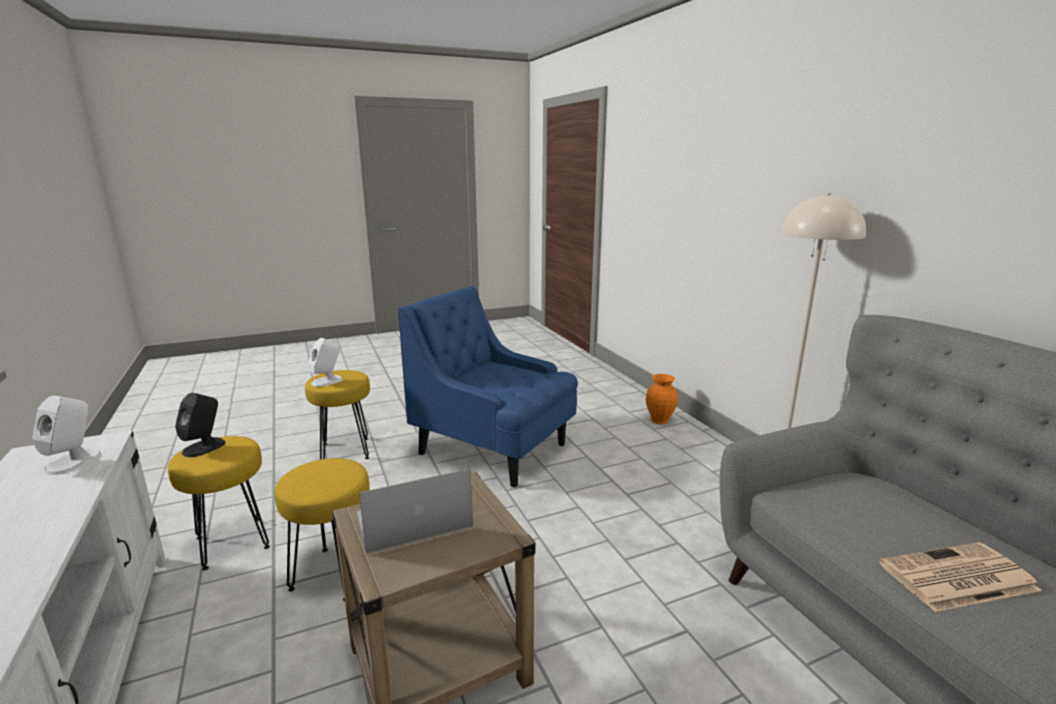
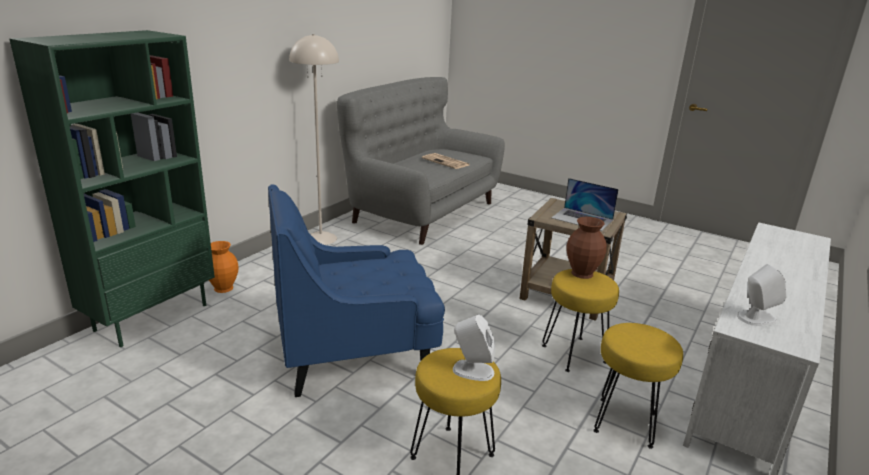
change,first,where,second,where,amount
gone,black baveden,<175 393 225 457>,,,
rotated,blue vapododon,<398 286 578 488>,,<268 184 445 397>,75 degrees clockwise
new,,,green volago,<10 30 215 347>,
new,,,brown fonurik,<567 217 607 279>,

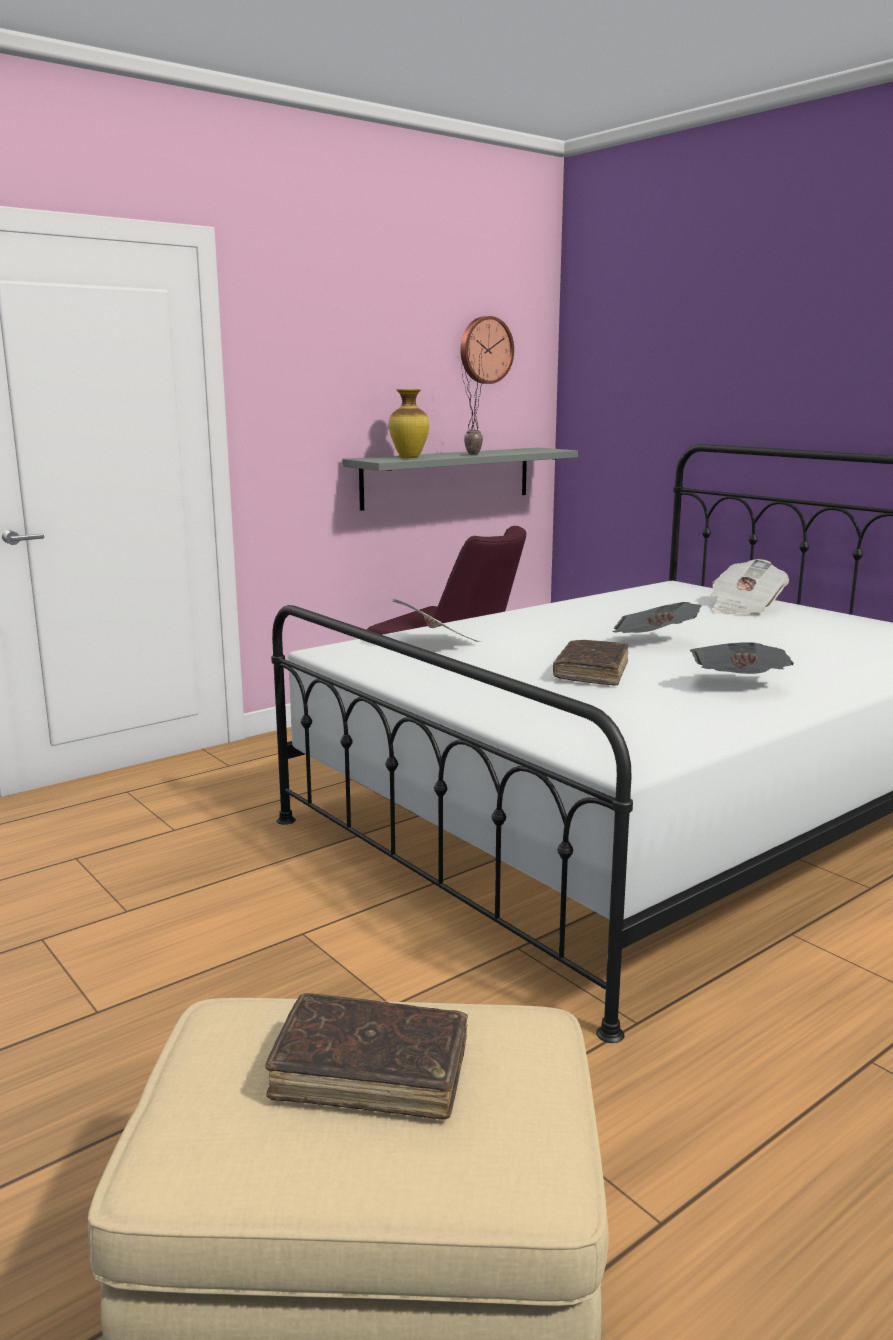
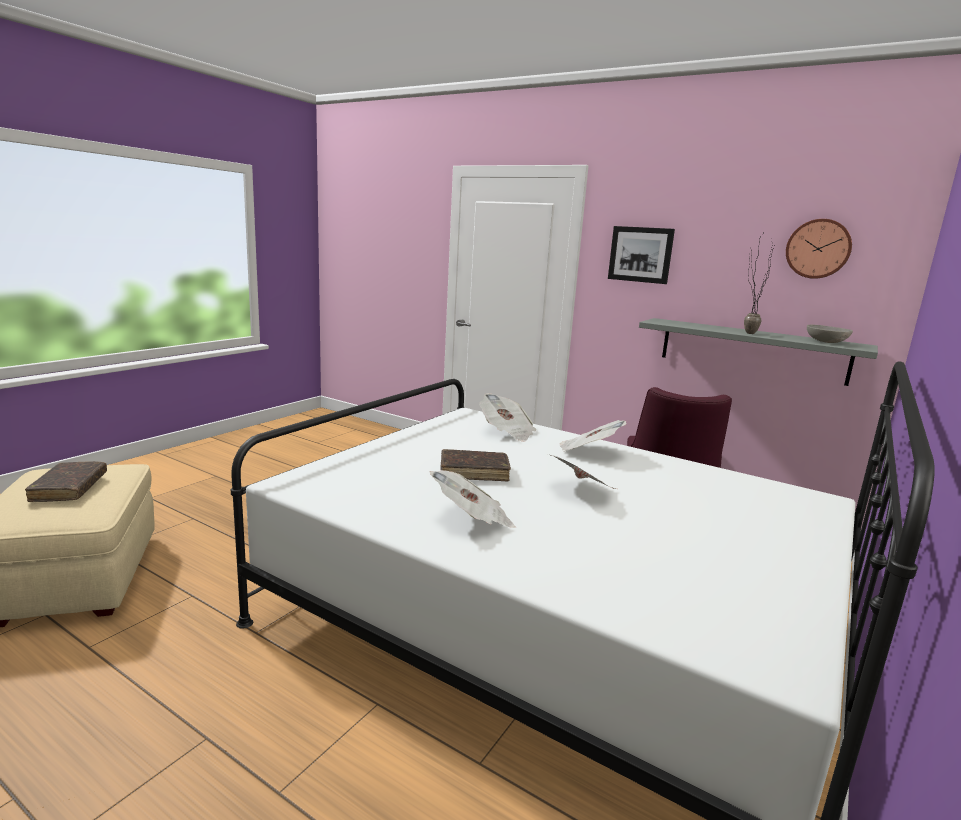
change,first,where,second,where,amount
gone,fonurik,<389 389 429 458>,,,
shifted,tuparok,<711 559 789 614>,,<560 420 626 452>,
new,,,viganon,<608 226 675 284>,
new,,,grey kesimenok,<807 325 853 343>,

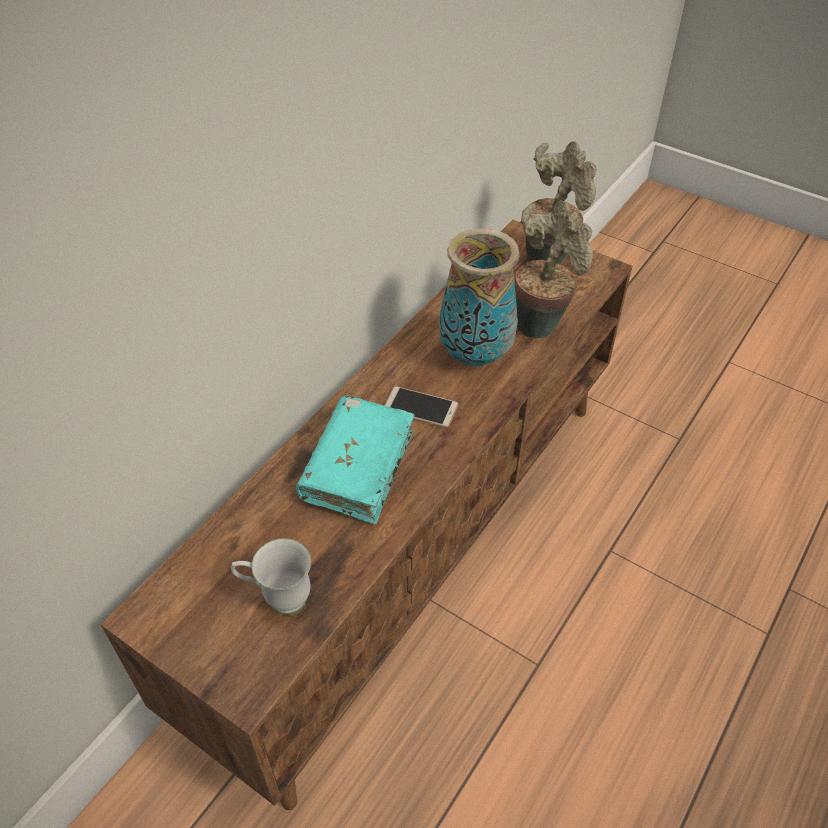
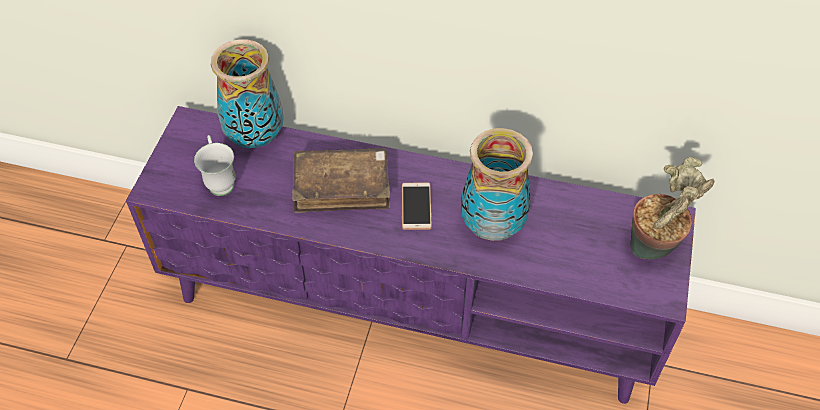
change,first,where,second,where,amount
repainted,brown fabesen,<100 220 632 810>,purple fabesen,<126 106 696 404>,
repainted,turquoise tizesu,<296 396 414 524>,brown tizesu,<292 148 390 213>,
gone,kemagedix,<515 201 593 338>,,,
new,,,fonurik,<211 39 284 148>,

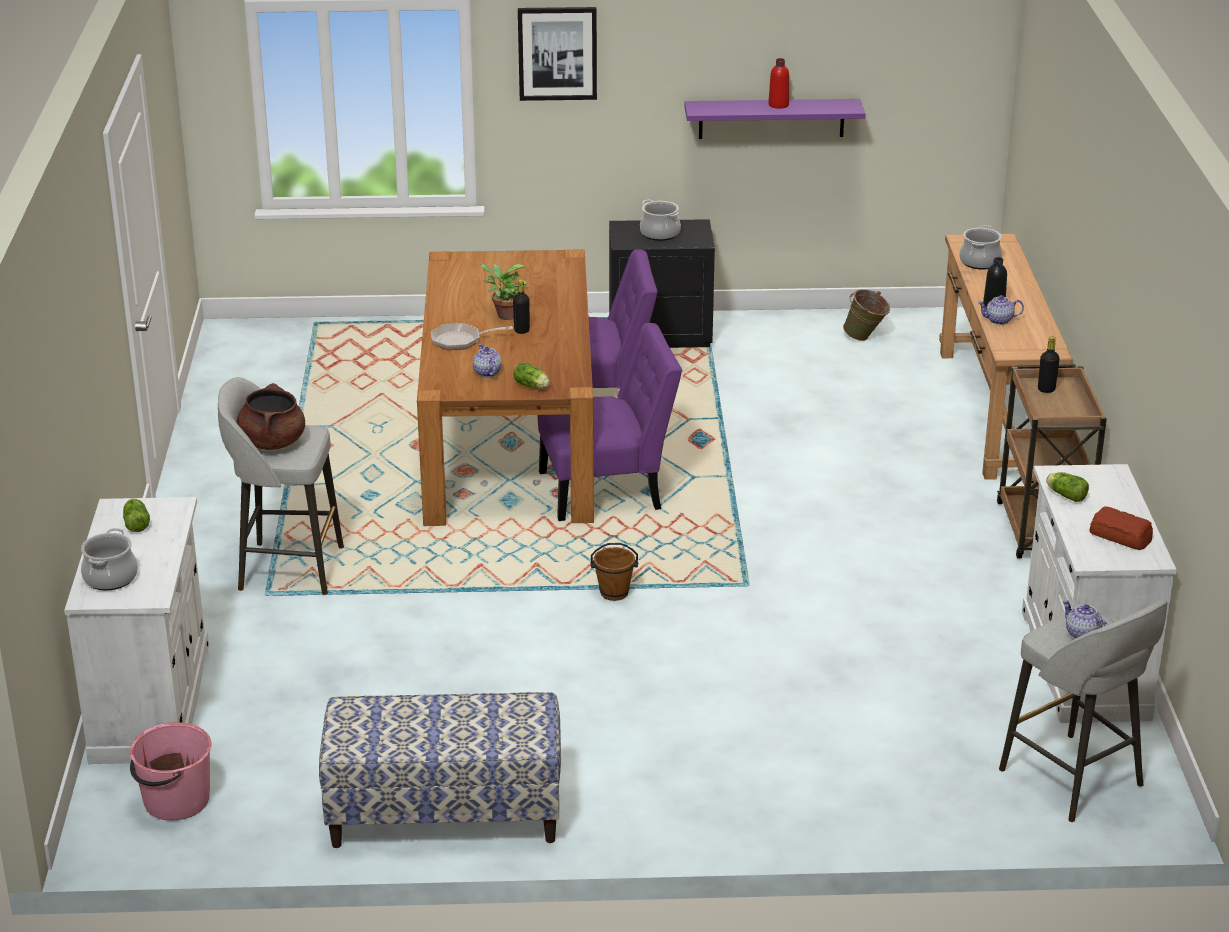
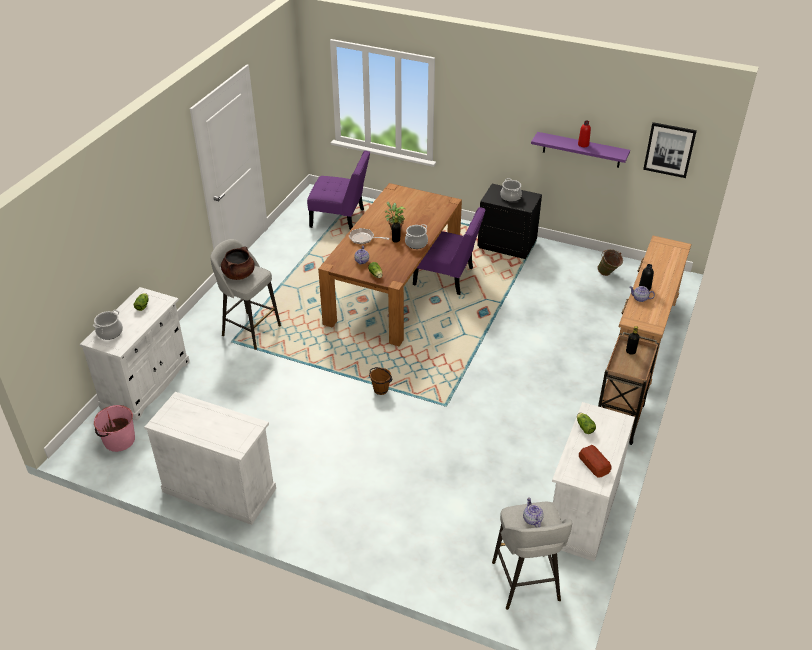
change,first,where,second,where,amount
swapped,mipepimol,<319 692 561 848>,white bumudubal,<144 392 276 525>,
shifted,viganon,<518 7 597 101>,,<643 122 697 178>,
shifted,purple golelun,<537 323 682 521>,,<307 151 370 230>,
shifted,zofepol,<959 225 1002 270>,,<405 224 428 249>,

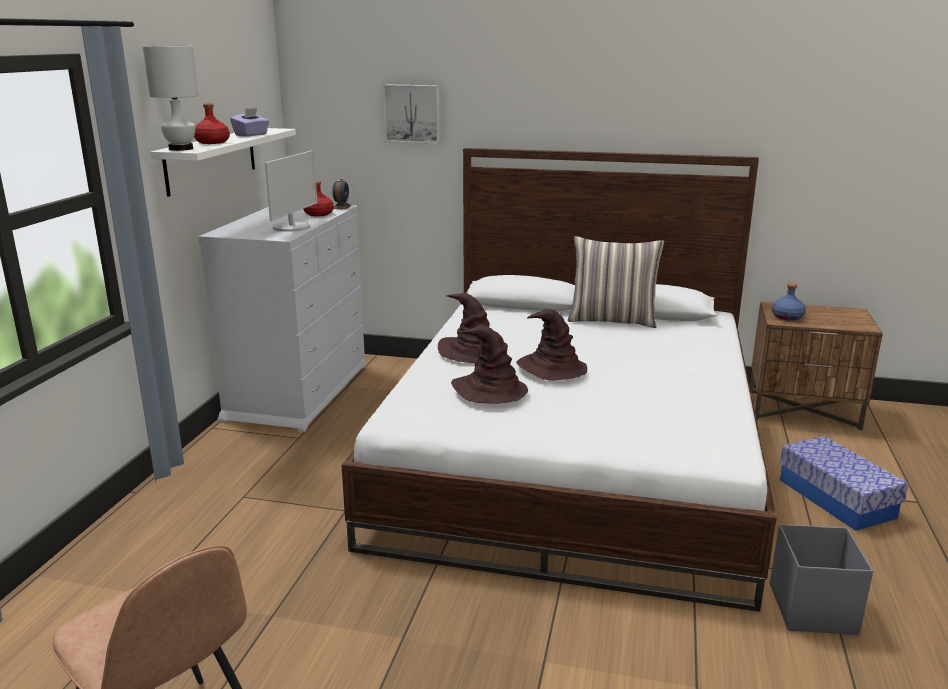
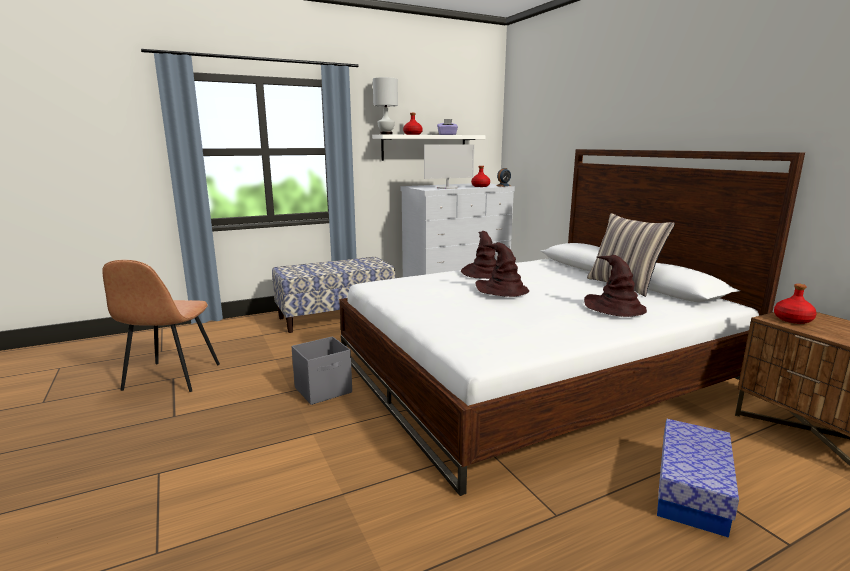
change,first,where,second,where,amount
gone,viganon,<383 85 440 143>,,,
shifted,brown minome,<451 326 528 403>,,<584 255 647 317>,
shifted,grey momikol,<770 524 873 635>,,<291 336 352 405>,
repainted,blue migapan,<772 283 806 321>,red migapan,<774 284 817 324>,
new,,,mipepimol,<272 257 395 333>,

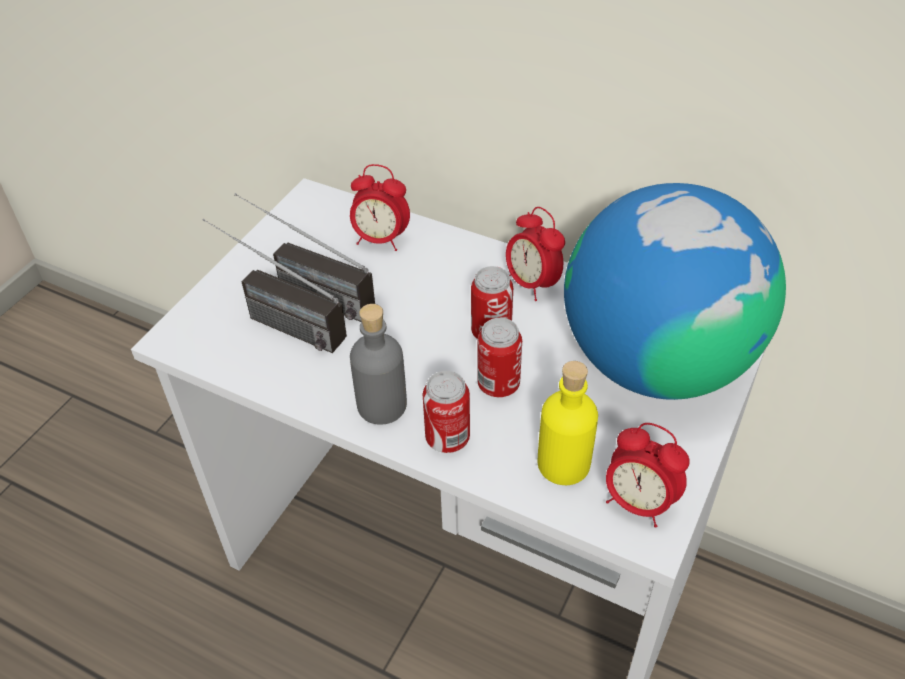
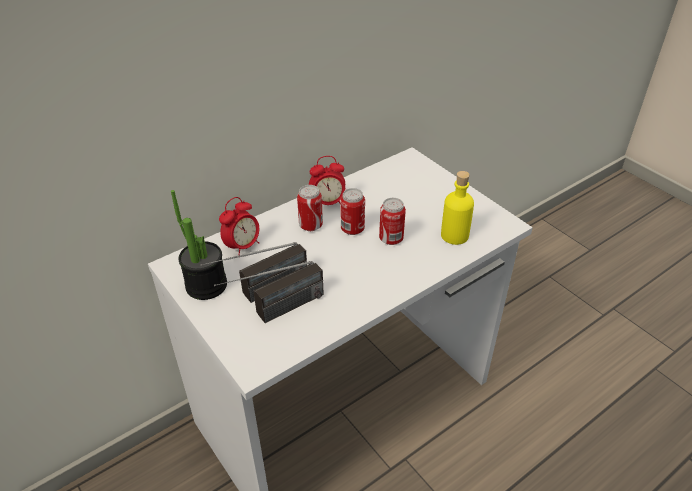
change,first,where,second,where,amount
gone,grey migapan,<350 304 407 425>,,,
shifted,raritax,<423 371 470 453>,,<297 185 323 231>,
gone,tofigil,<564 183 786 400>,,,
gone,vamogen,<606 423 690 528>,,,
new,,,kemagedix,<171 190 227 300>,

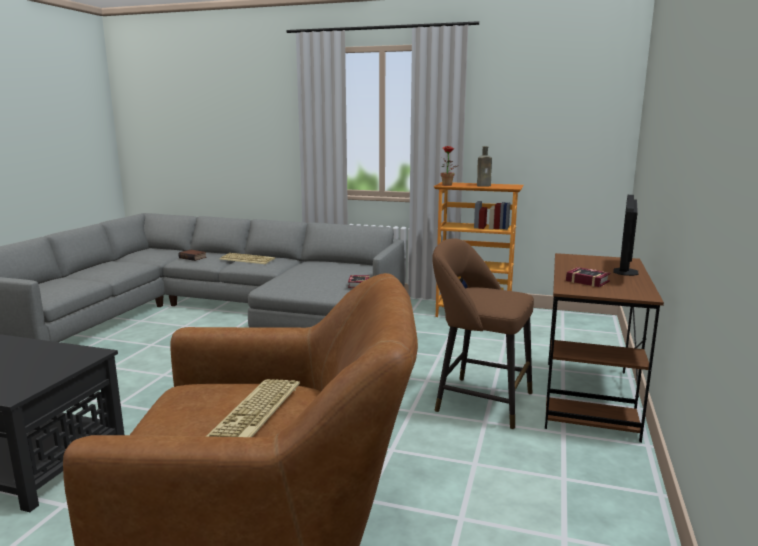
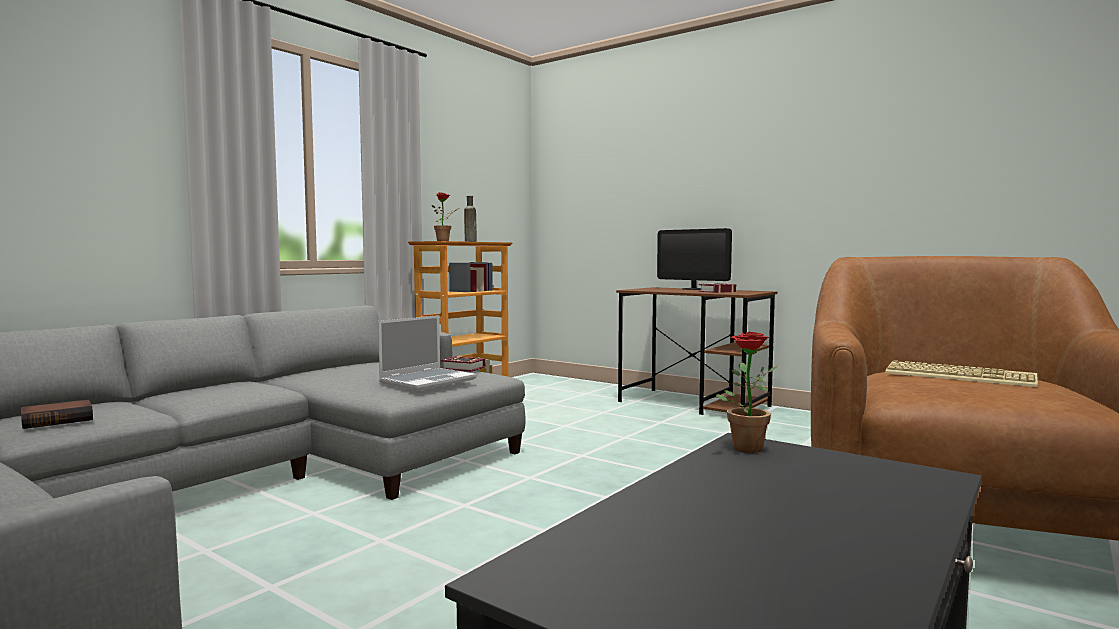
change,first,where,second,where,amount
gone,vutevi,<220 253 275 264>,,,
gone,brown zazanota,<432 239 534 429>,,,
new,,,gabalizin,<378 315 477 391>,
new,,,kemagedix,<716 332 777 453>,

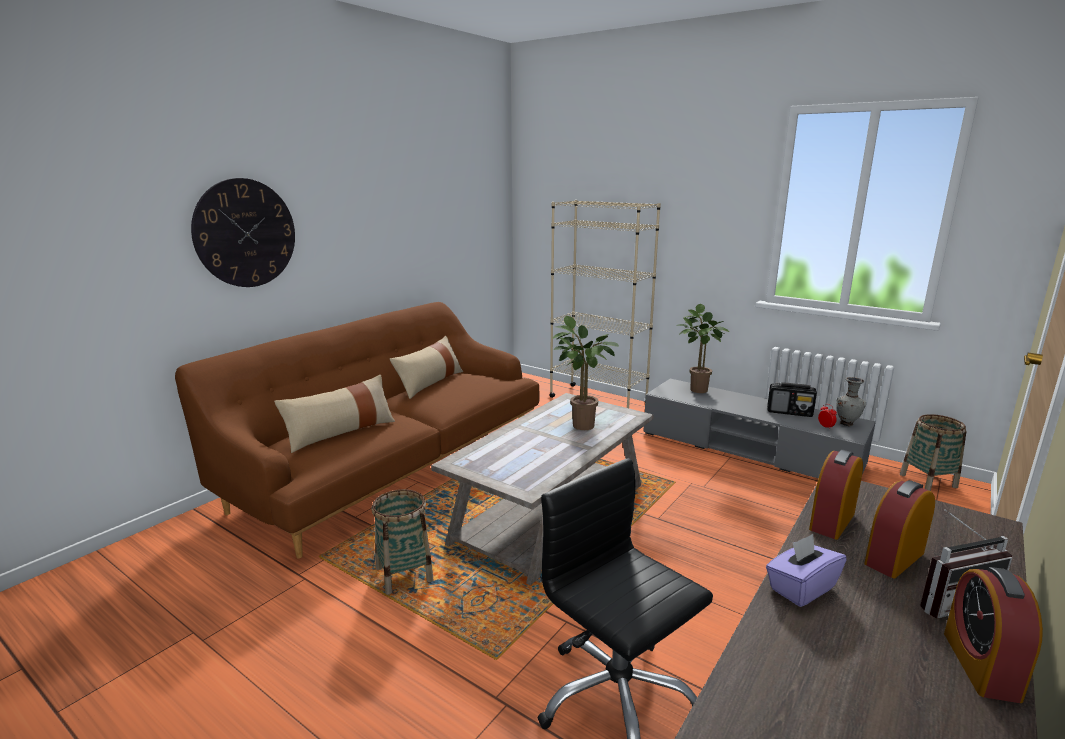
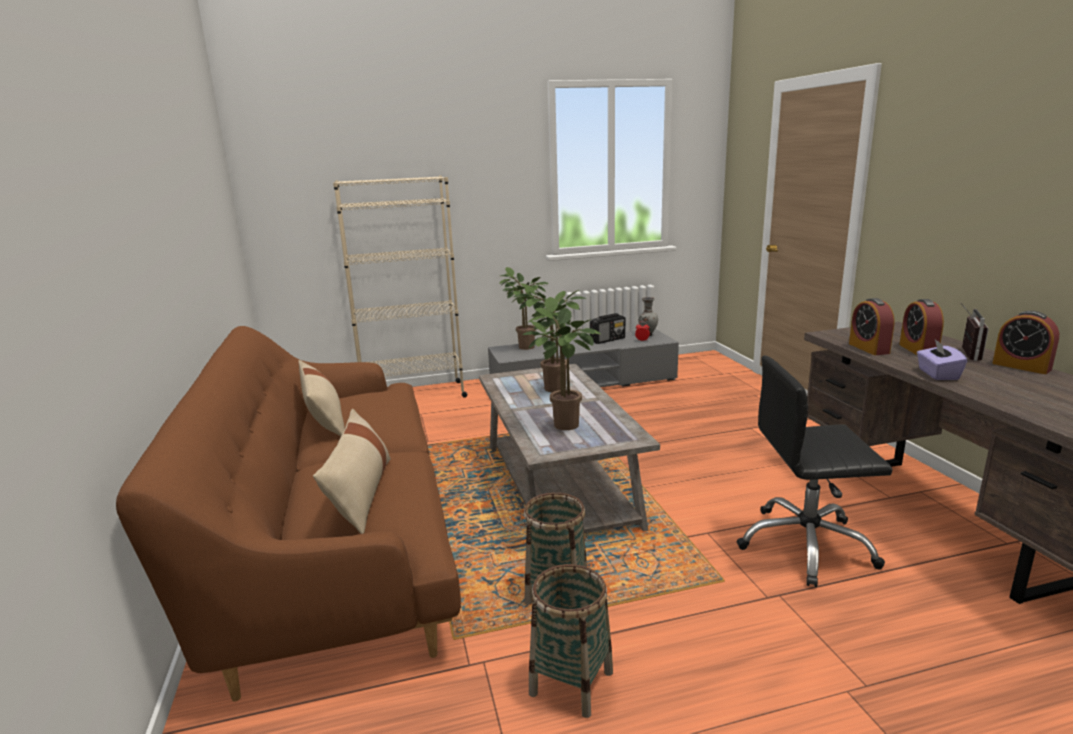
change,first,where,second,where,amount
gone,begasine,<191 178 295 287>,,,
shifted,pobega,<900 414 967 491>,,<529 564 613 718>,
new,,,kemagedix,<522 297 601 430>,

